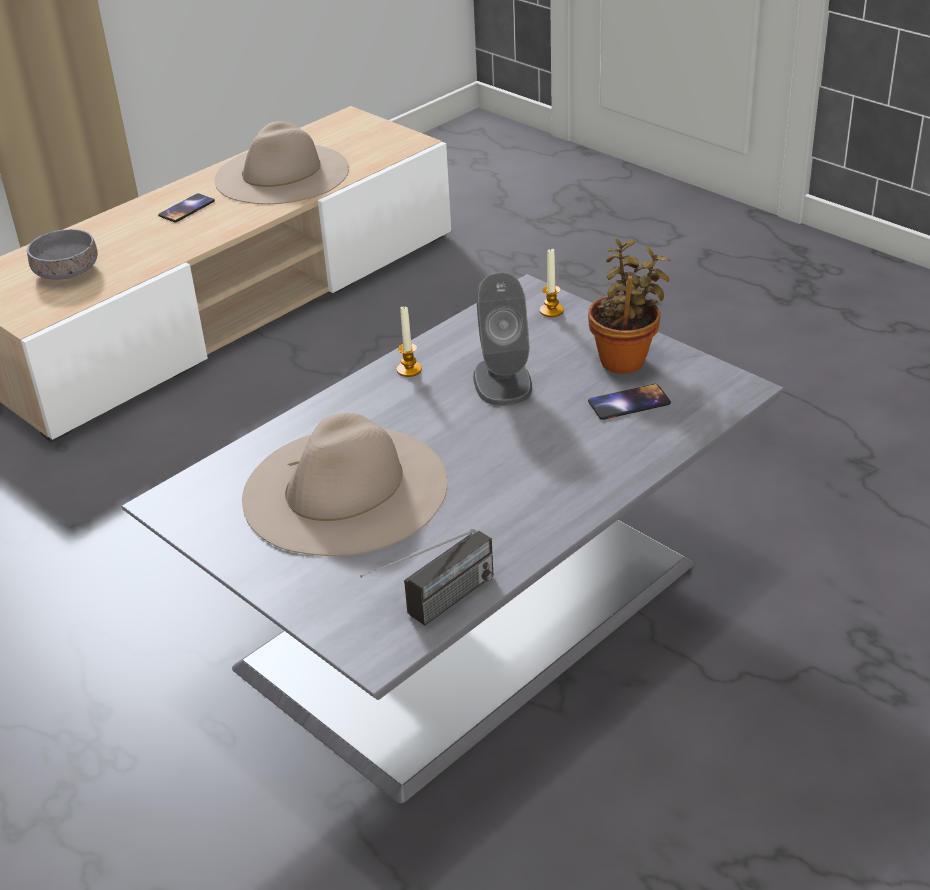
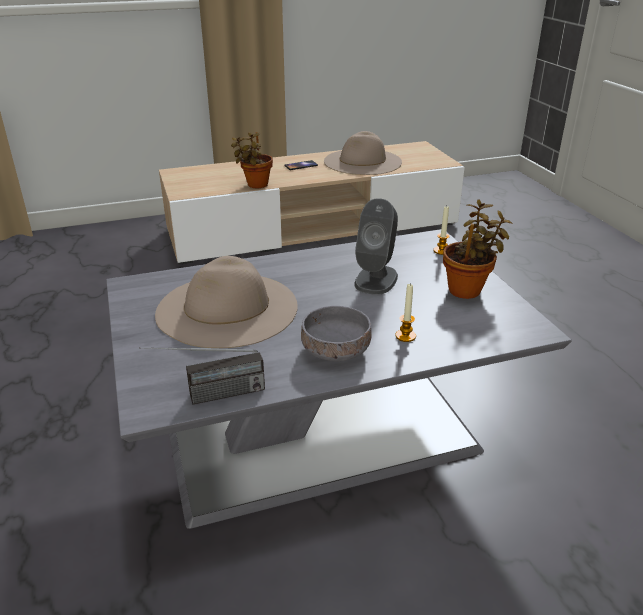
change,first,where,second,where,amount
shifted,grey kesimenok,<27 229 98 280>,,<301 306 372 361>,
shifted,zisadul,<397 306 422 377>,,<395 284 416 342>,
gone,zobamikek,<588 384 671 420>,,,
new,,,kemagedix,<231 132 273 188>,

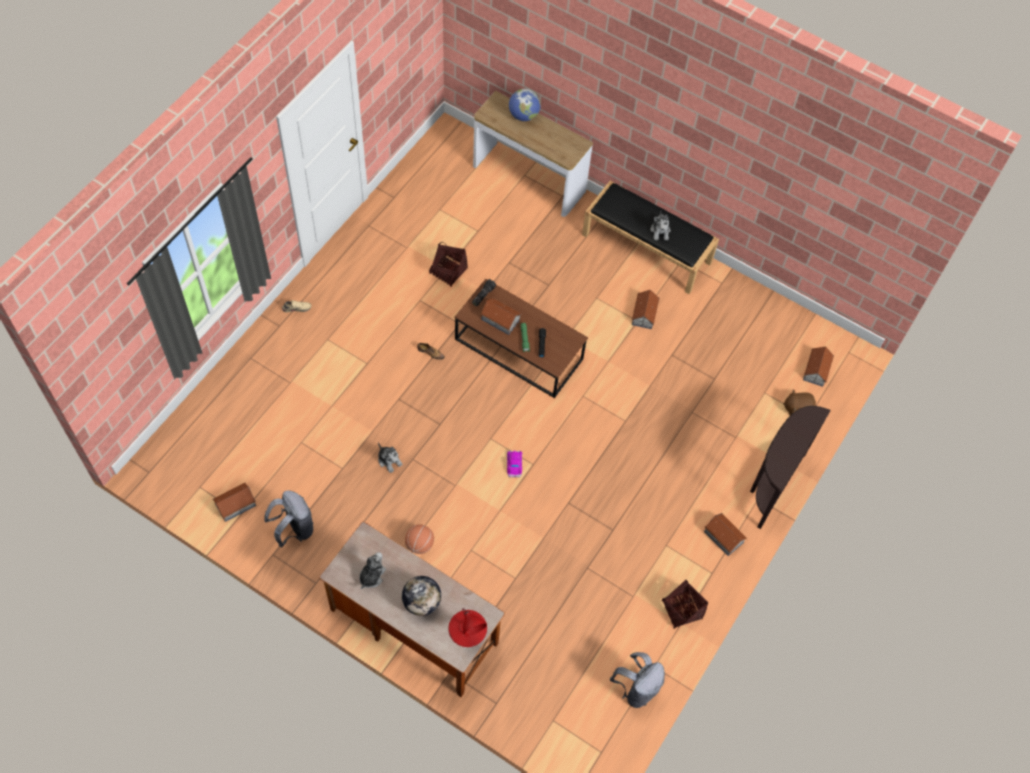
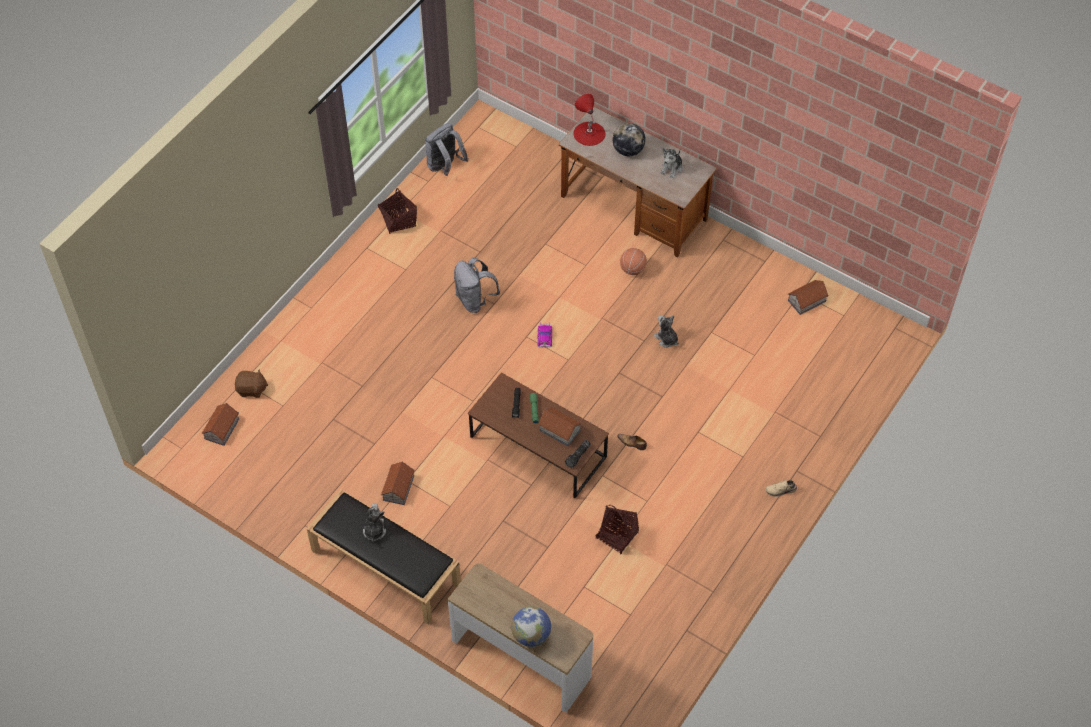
change,first,where,second,where,amount
shifted,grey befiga,<264 490 313 547>,,<454 258 500 313>,
gone,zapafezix,<704 513 747 556>,,,
gone,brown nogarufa,<750 406 831 529>,,,

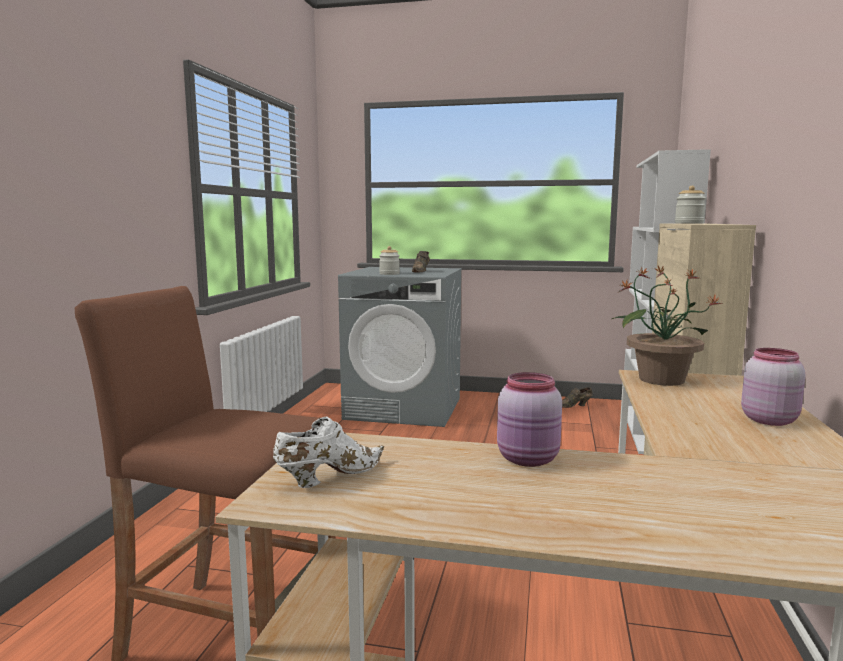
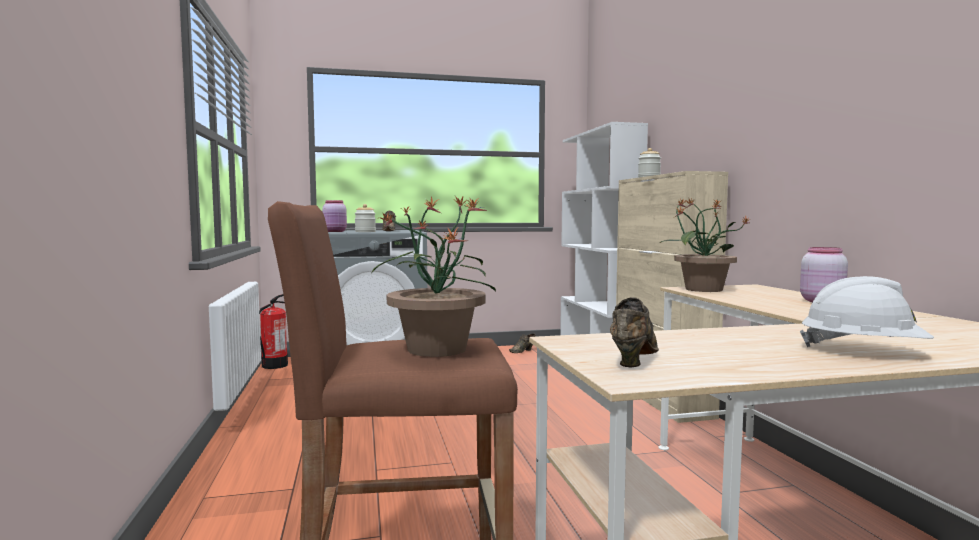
change,first,where,second,where,amount
repainted,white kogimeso,<273 416 384 488>,brown kogimeso,<610 297 659 367>,
shifted,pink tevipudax,<497 372 562 467>,,<322 200 347 232>,
new,,,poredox,<259 294 288 369>,
new,,,kemagedix,<372 196 496 357>,
new,,,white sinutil,<800 276 934 347>,

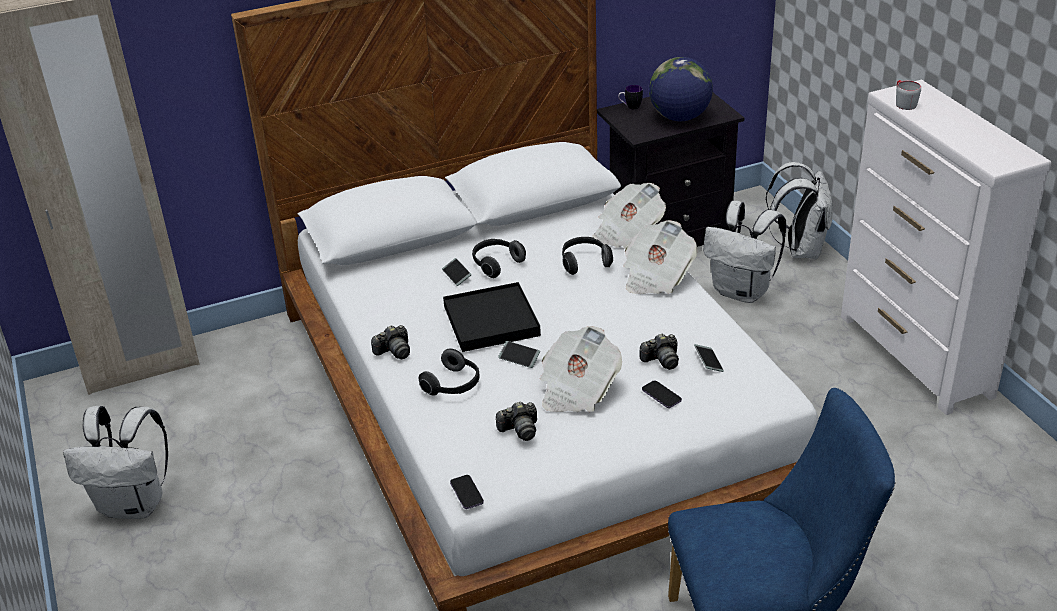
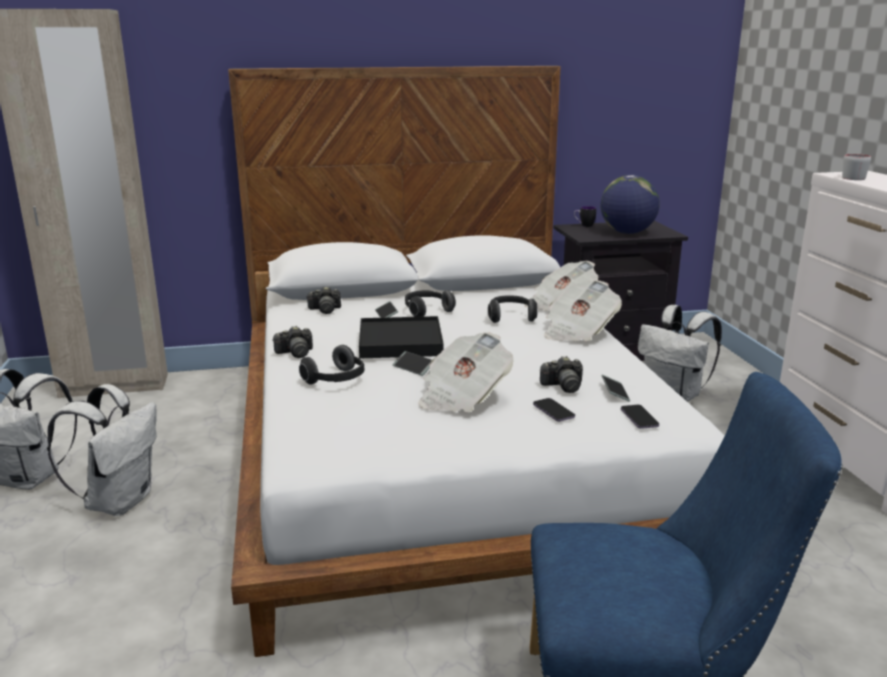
change,first,where,second,where,amount
shifted,zobamikek,<450 475 484 509>,,<621 405 659 429>,
shifted,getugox,<495 402 537 441>,,<306 286 341 314>,
shifted,white befiga,<766 162 833 259>,,<47 384 157 516>,

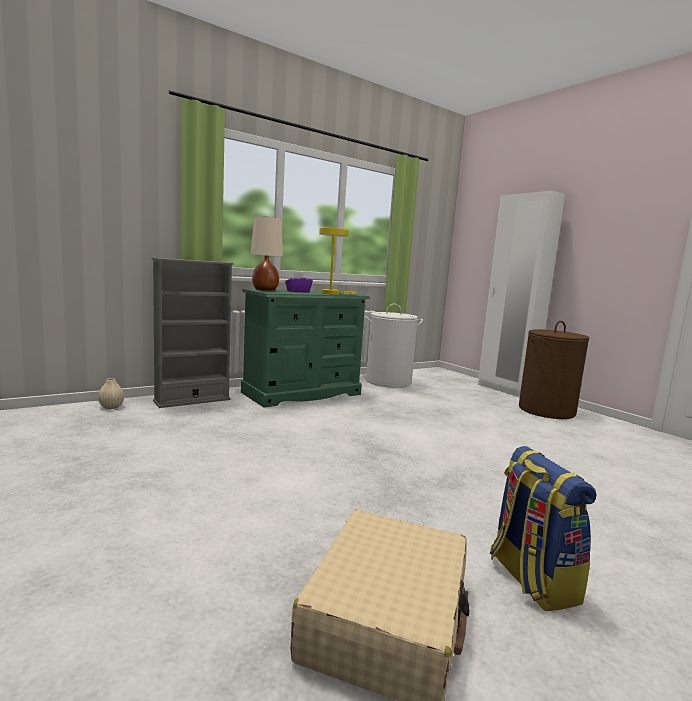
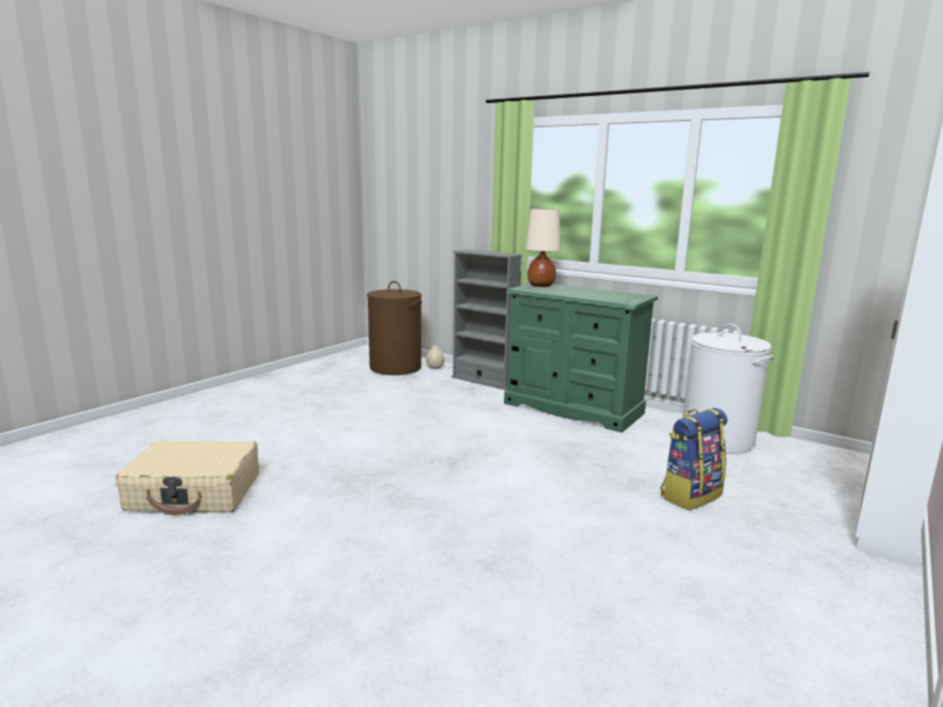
change,first,where,second,where,amount
gone,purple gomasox,<285 272 313 293>,,,
gone,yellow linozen,<319 228 356 294>,,,
shifted,befiga,<490 446 597 612>,,<660 408 727 510>,
shifted,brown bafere,<519 321 589 419>,,<367 281 422 375>,

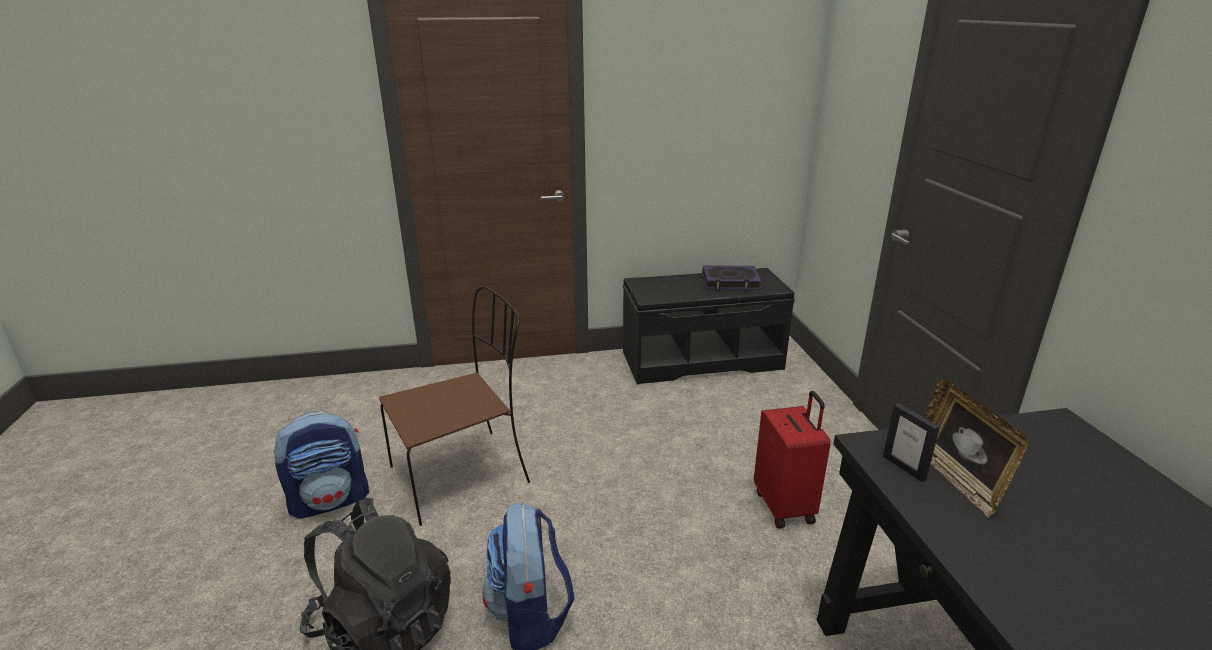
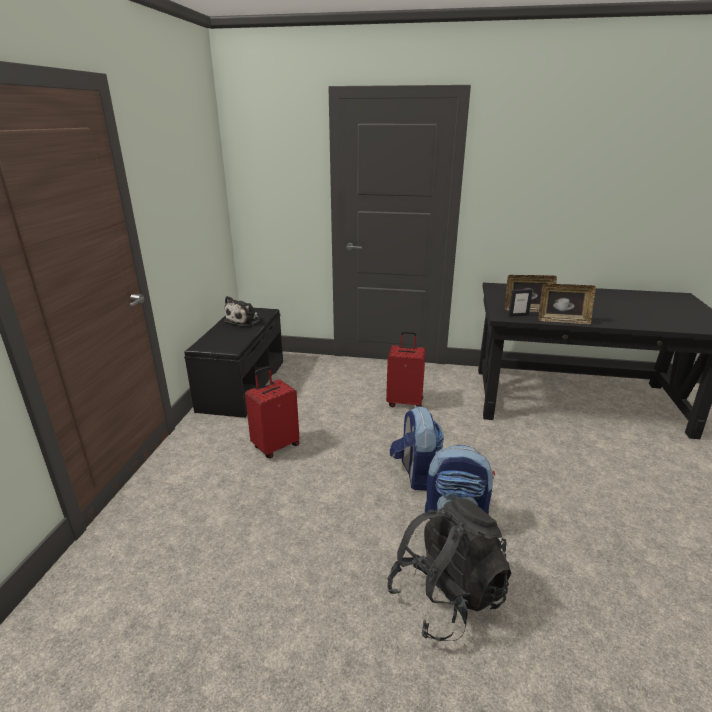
change,first,where,second,where,amount
shifted,befiga,<274 411 369 518>,,<390 406 444 491>,
gone,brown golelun,<379 286 530 526>,,,
swapped,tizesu,<702 265 761 291>,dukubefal,<224 296 260 326>,
new,,,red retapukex,<245 366 299 458>,
new,,,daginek,<539 284 596 324>,

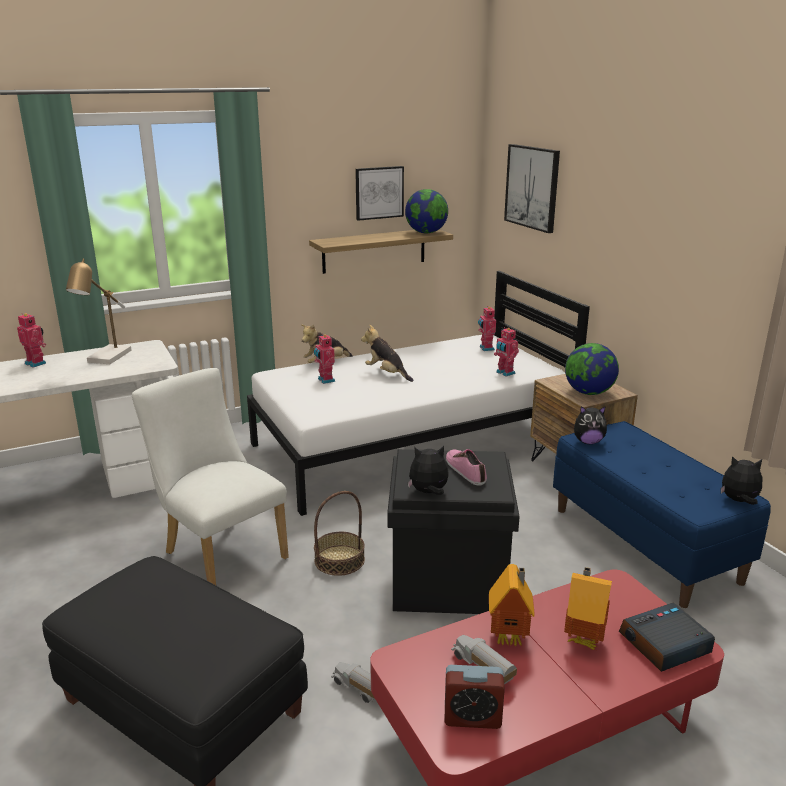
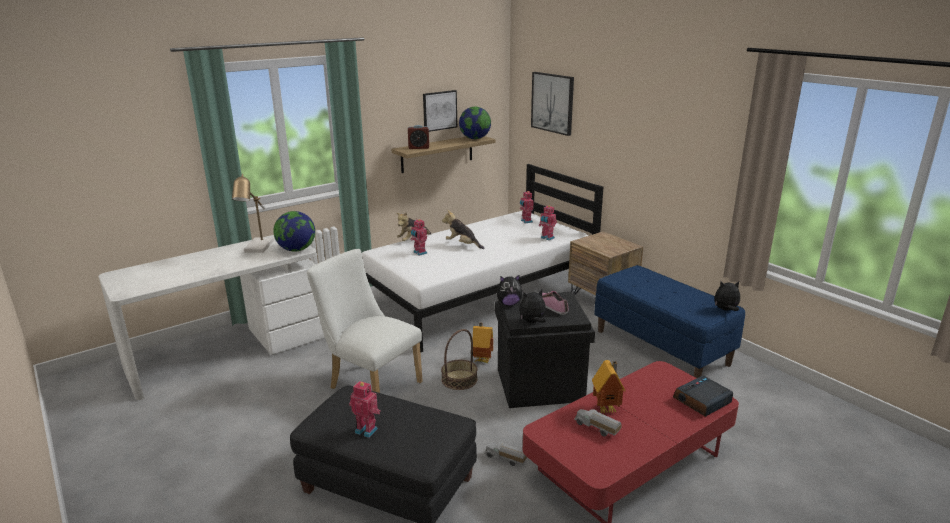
change,first,where,second,where,amount
shifted,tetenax,<17 313 46 368>,,<349 381 381 438>,
shifted,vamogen,<445 665 505 729>,,<408 125 429 149>,
shifted,zapafezix,<564 567 612 650>,,<473 323 493 363>,
shifted,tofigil,<565 343 619 395>,,<274 211 315 252>,
shifted,dukubefal,<574 406 607 444>,,<497 275 522 306>,

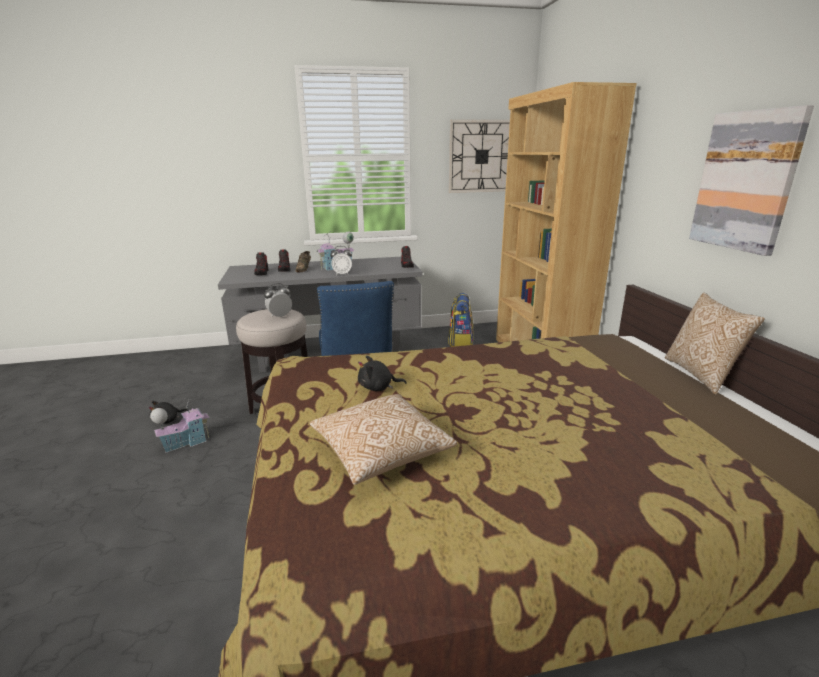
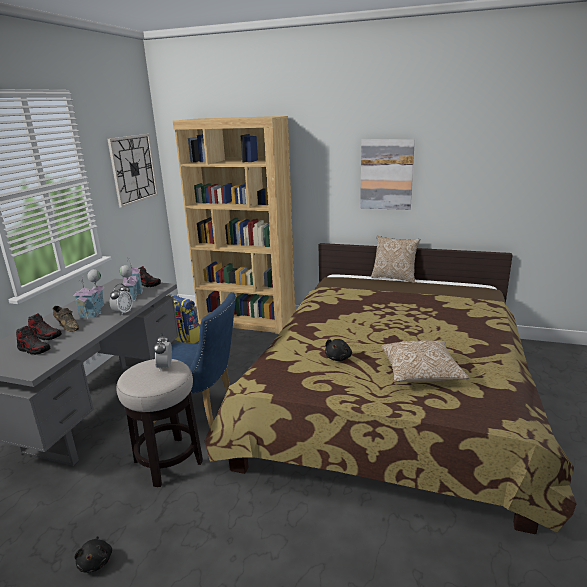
change,first,where,second,where,amount
shifted,zapafezix,<150 398 210 453>,,<119 258 143 301>,

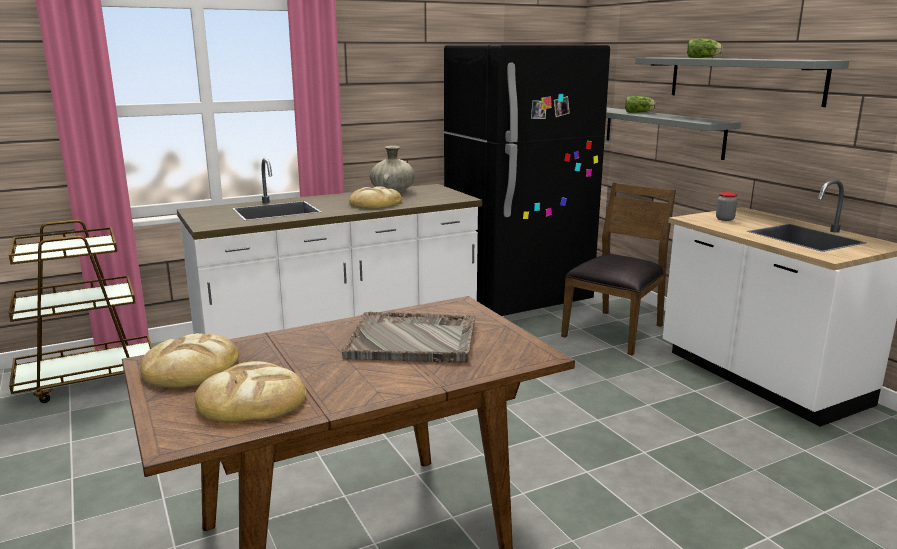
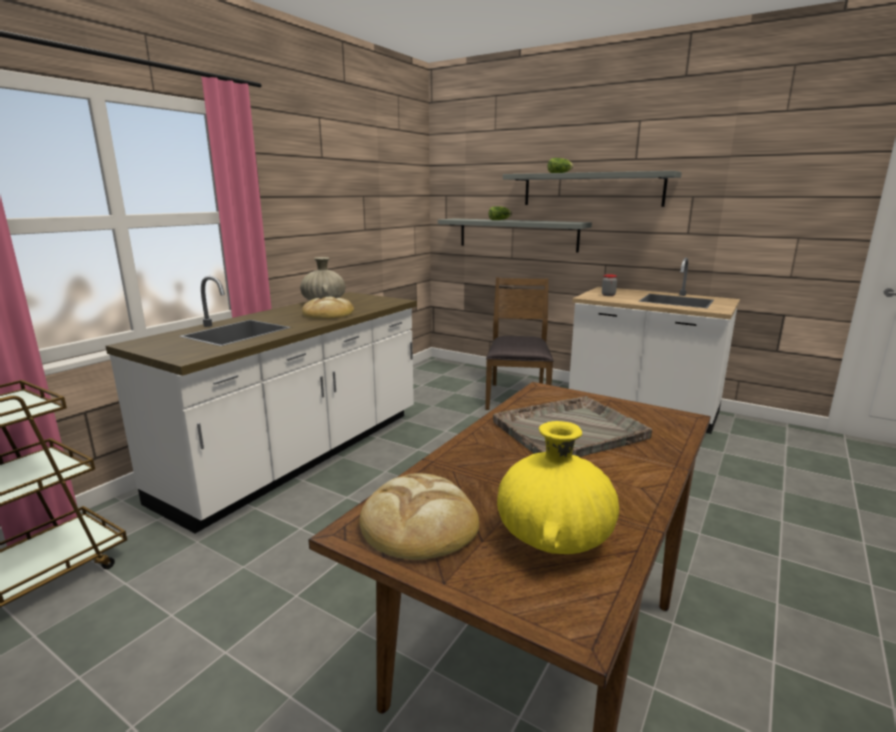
change,first,where,second,where,amount
swapped,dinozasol,<195 361 306 422>,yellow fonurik,<497 421 619 554>,
gone,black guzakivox,<444 44 610 316>,,,

